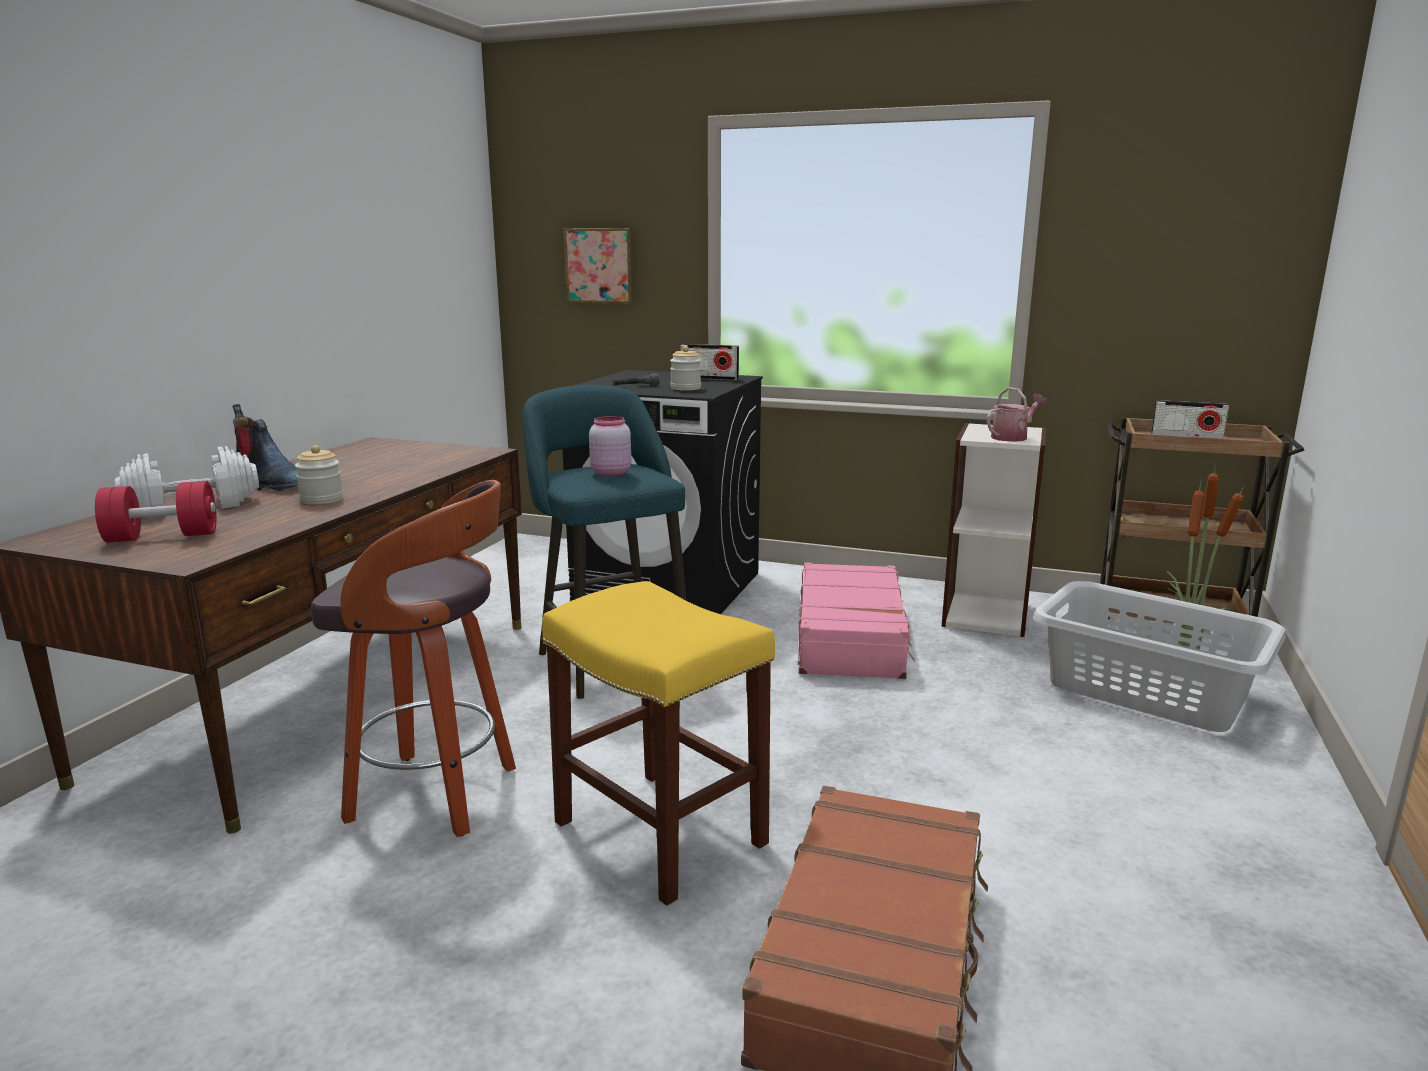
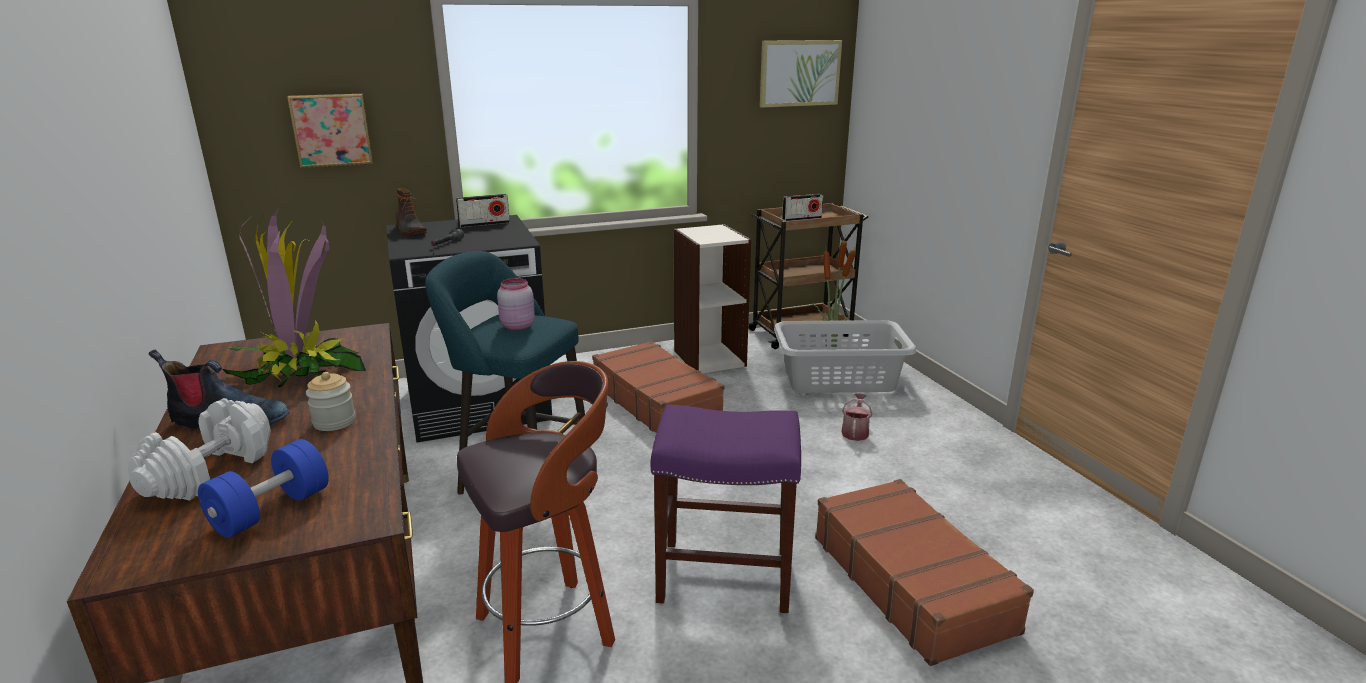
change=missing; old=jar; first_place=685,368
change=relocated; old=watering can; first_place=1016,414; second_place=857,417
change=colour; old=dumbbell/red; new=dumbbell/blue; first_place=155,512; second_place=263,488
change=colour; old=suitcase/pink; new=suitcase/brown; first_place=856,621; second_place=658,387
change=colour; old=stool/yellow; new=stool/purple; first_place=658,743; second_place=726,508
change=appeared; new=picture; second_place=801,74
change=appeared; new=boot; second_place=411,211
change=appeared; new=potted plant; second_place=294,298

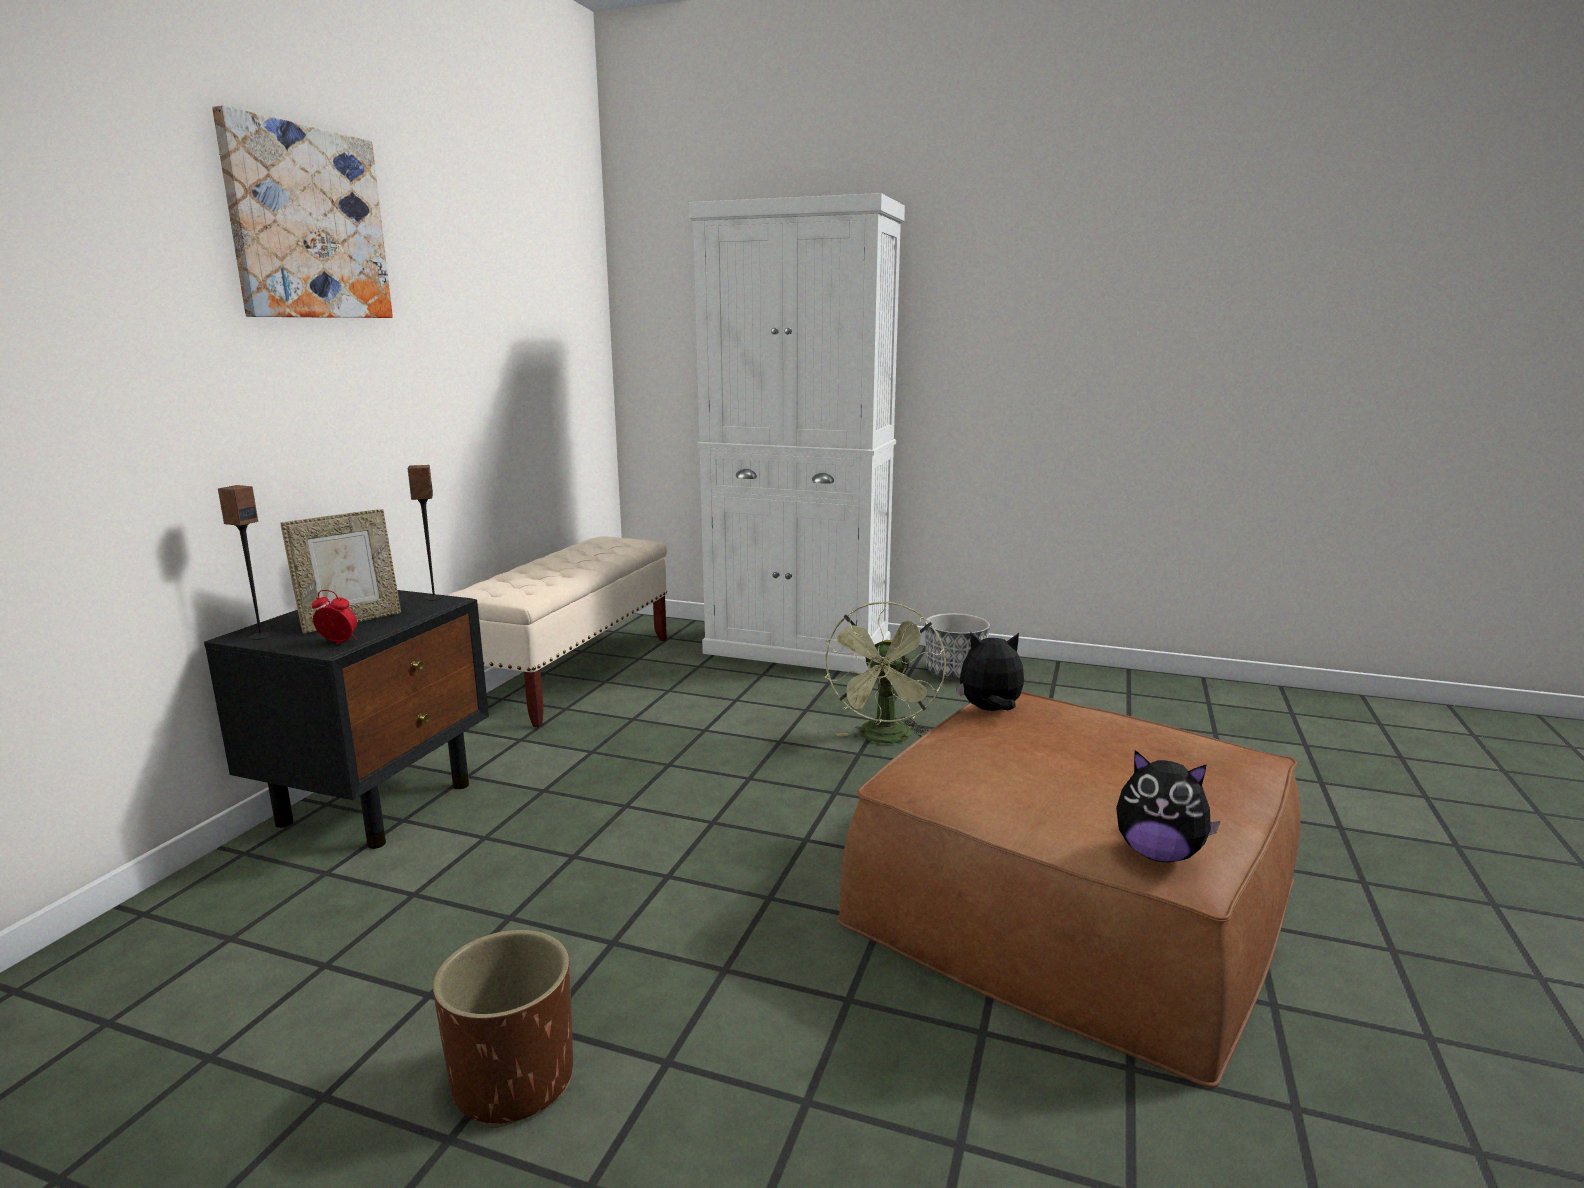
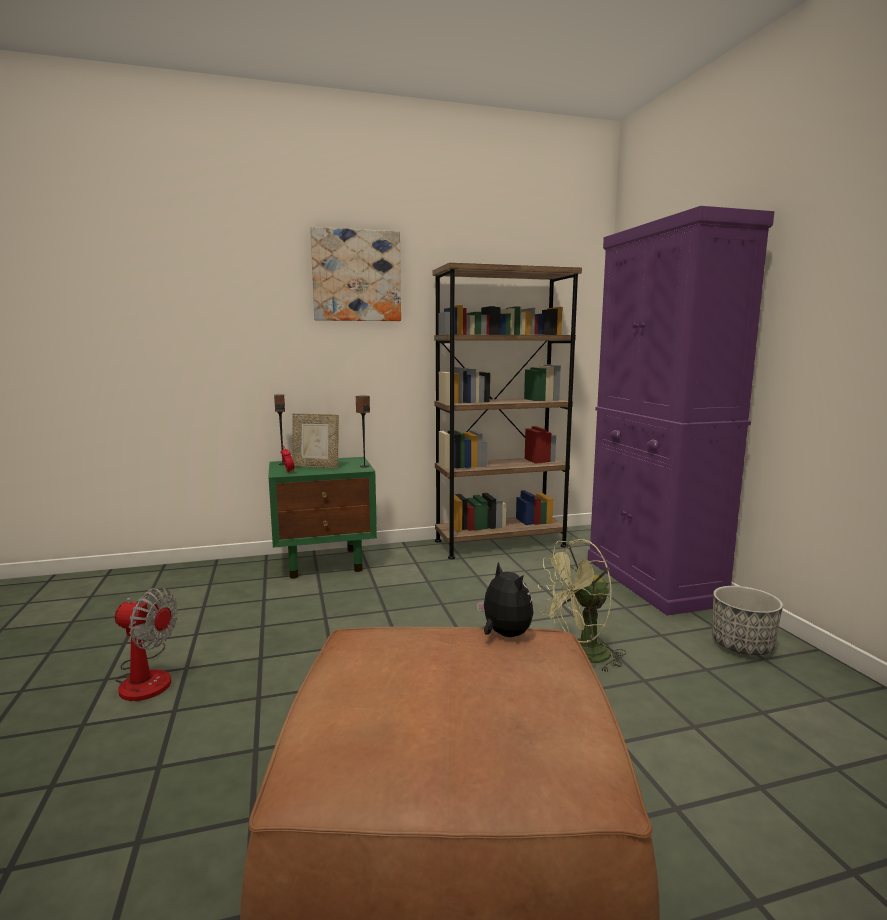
change=colour; old=cabinet/white; new=cabinet/purple; first_place=797,433; second_place=680,410
change=exchanged; old=bench/beige; new=bookcase/brown; first_place=557,632; second_place=507,411
change=colour; old=nightstand/black; new=nightstand/green; first_place=346,719; second_place=322,518
change=missing; old=plush toy; first_place=1168,806
change=exchanged; old=planter/brown; new=fan; first_place=503,1029; second_place=146,644

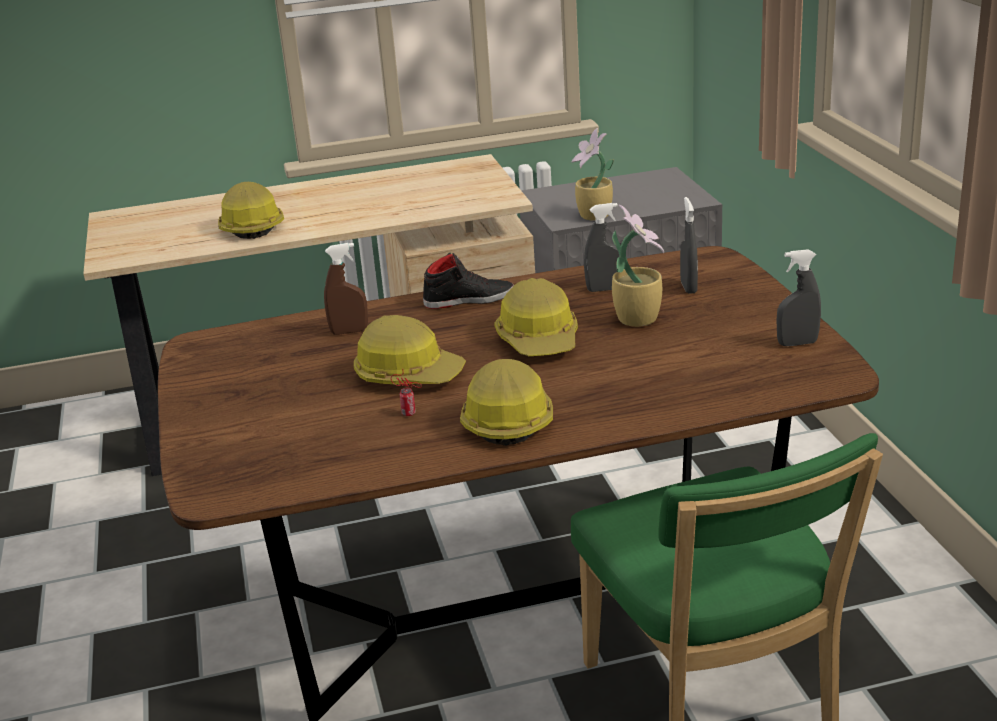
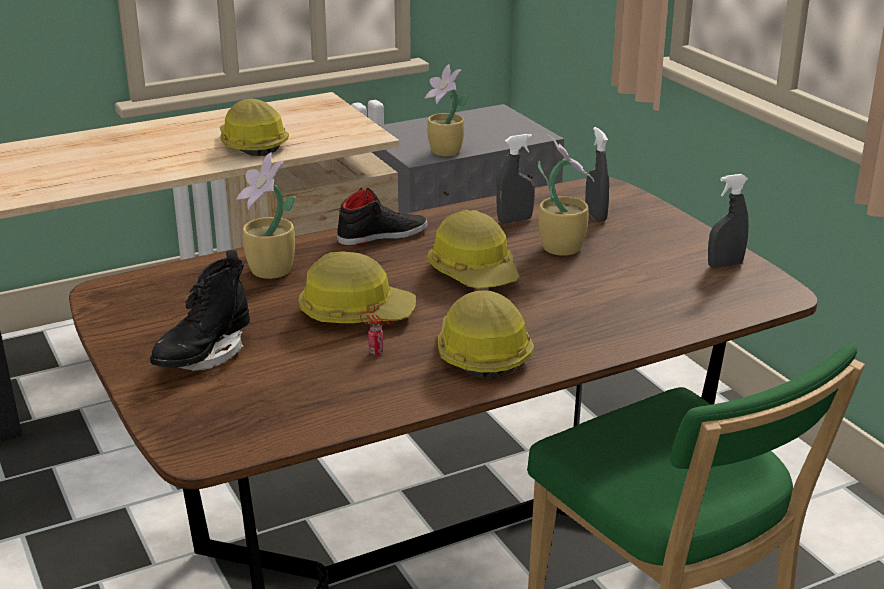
change=relocated; old=hard hat; first_place=251,210; second_place=254,127
change=exchanged; old=spray bottle/brown; new=potted plant; first_place=346,289; second_place=266,215
change=appeared; new=boot/black; second_place=200,310

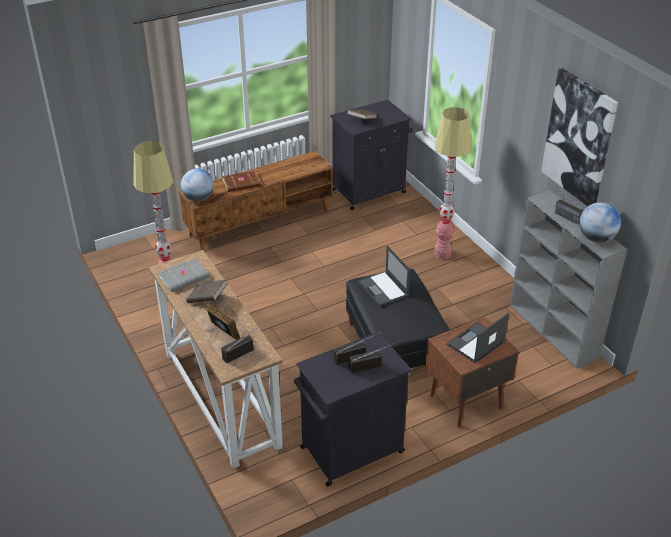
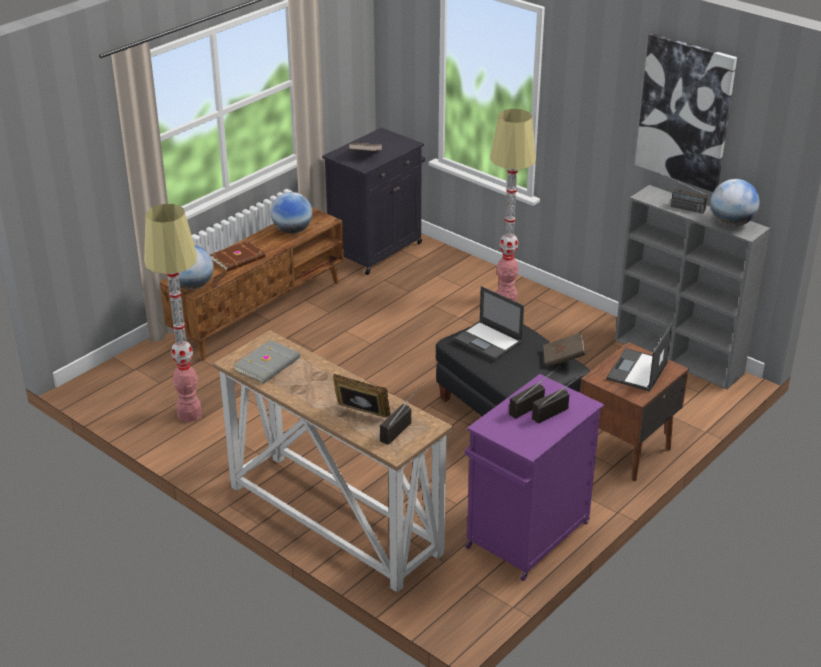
change=relocated; old=book/brown; first_place=206,291; second_place=564,350
change=colour; old=cabinet/black; new=cabinet/purple; first_place=353,409; second_place=534,477
change=appeared; new=globe; second_place=291,213

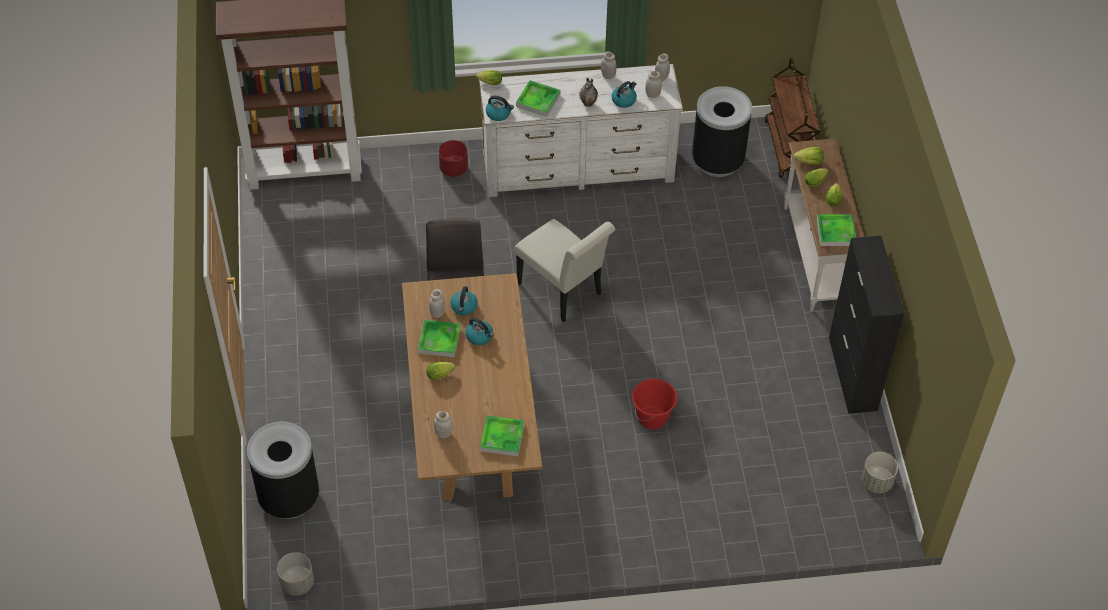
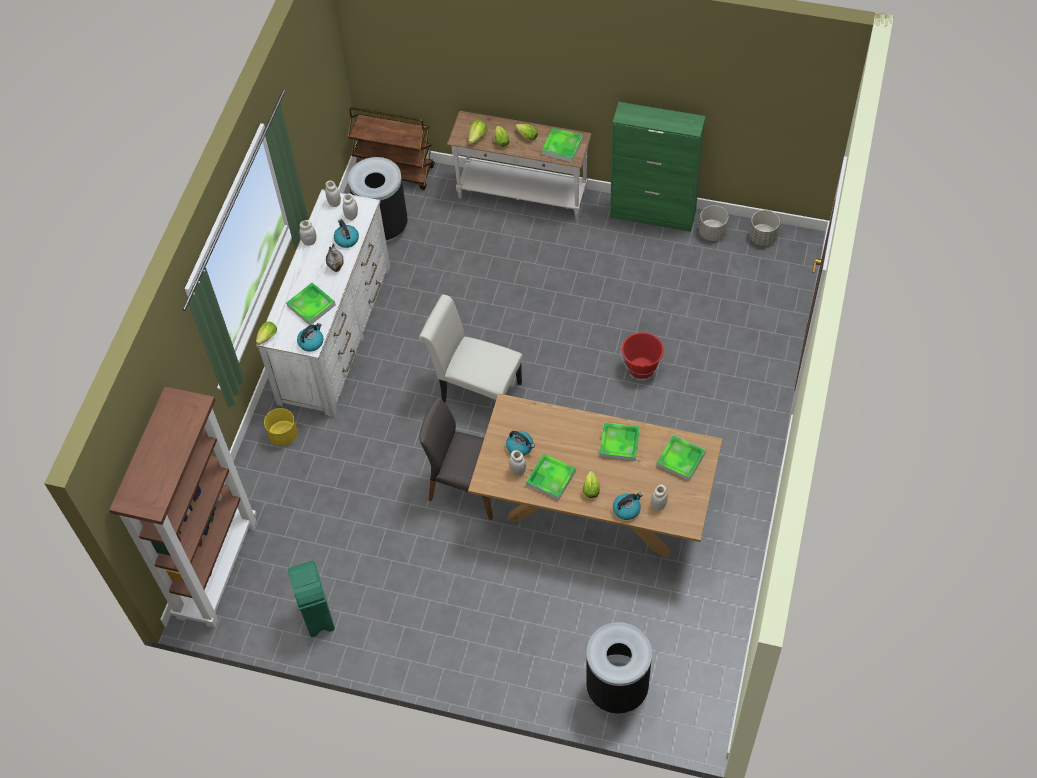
change=colour; old=planter/red; new=planter/yellow; first_place=453,158; second_place=281,427
change=spun; old=chair/white; first_place=565,270; second_place=471,348; degrees=-135
change=colour; old=cabinet/black; new=cabinet/green; first_place=866,325; second_place=657,167
change=relocated; old=kettle; first_place=480,331; second_place=627,506
change=relocated; old=planter/grey; first_place=295,574; second_place=713,223
change=appeared; new=tray; second_place=620,442
change=appeared; new=trash can/green; second_place=311,599

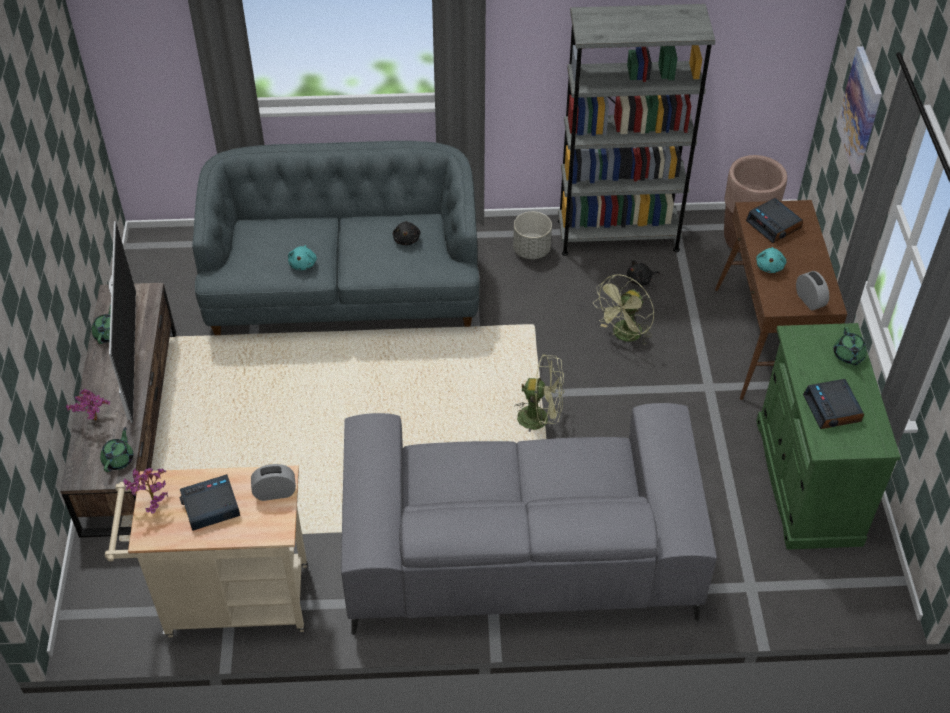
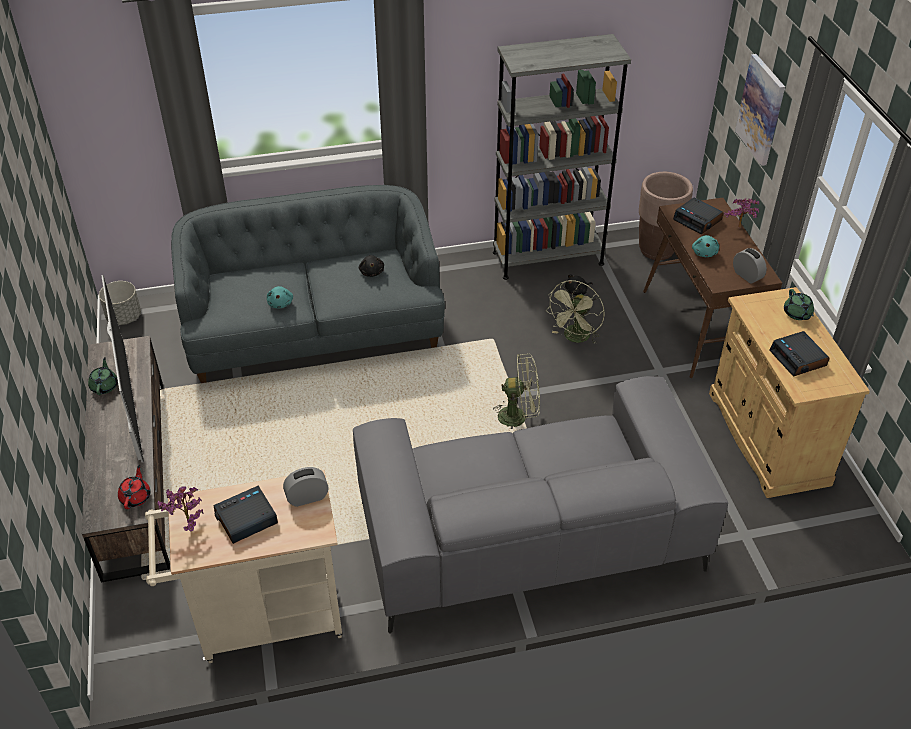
change=relocated; old=planter/grey; first_place=532,235; second_place=120,303
change=colour; old=cabinet/green; new=cabinet/beige; first_place=828,436; second_place=789,392
change=relocated; old=potted plant; first_place=88,405; second_place=741,213
change=colour; old=teapot/green; new=teapot/red; first_place=116,449; second_place=134,487

